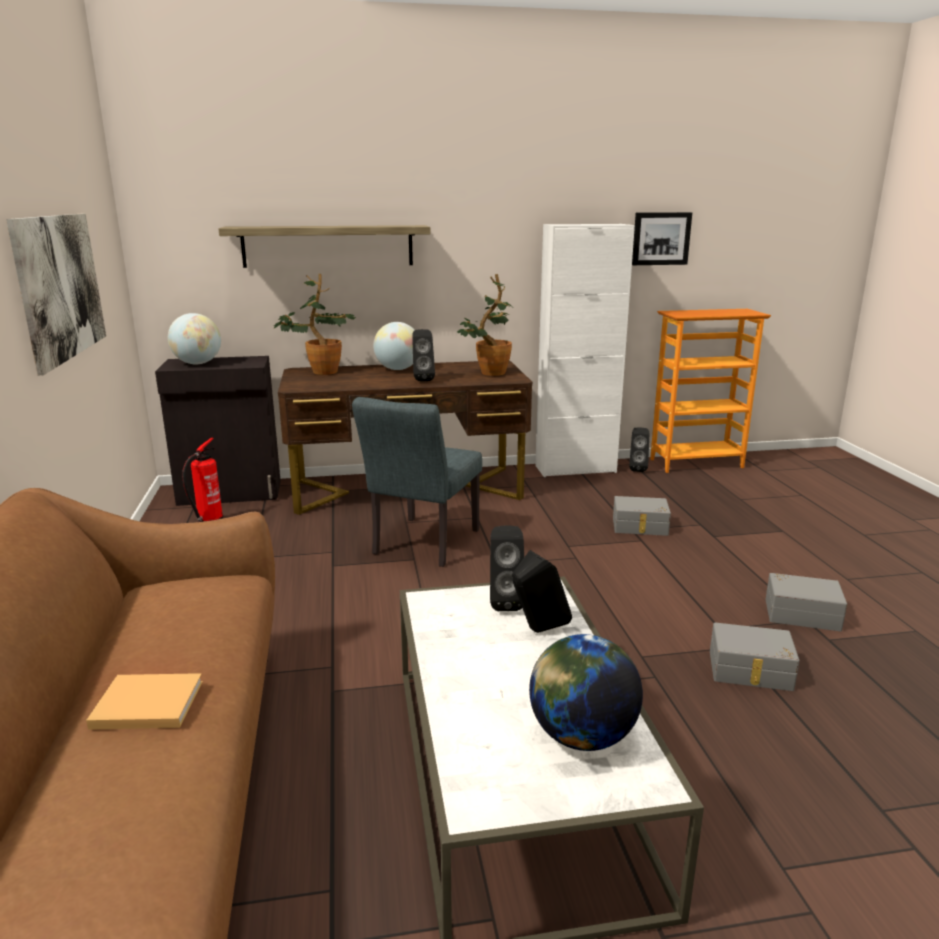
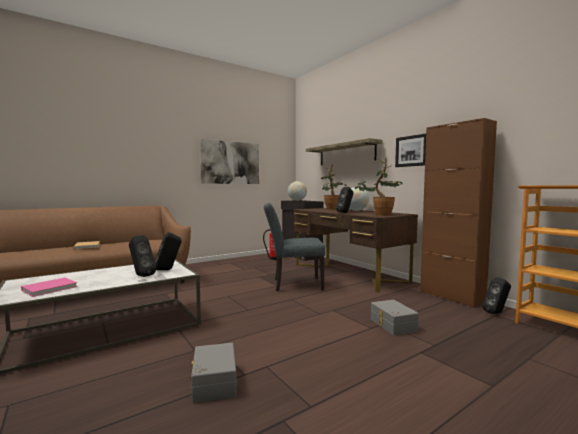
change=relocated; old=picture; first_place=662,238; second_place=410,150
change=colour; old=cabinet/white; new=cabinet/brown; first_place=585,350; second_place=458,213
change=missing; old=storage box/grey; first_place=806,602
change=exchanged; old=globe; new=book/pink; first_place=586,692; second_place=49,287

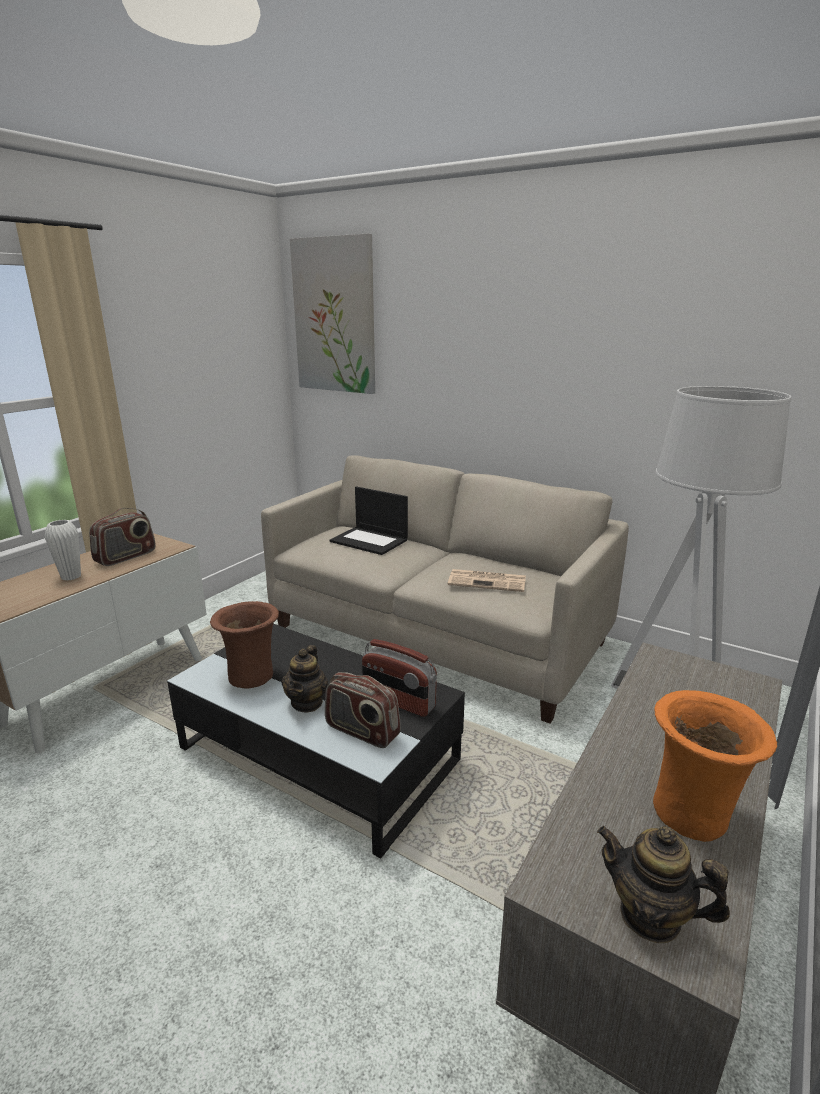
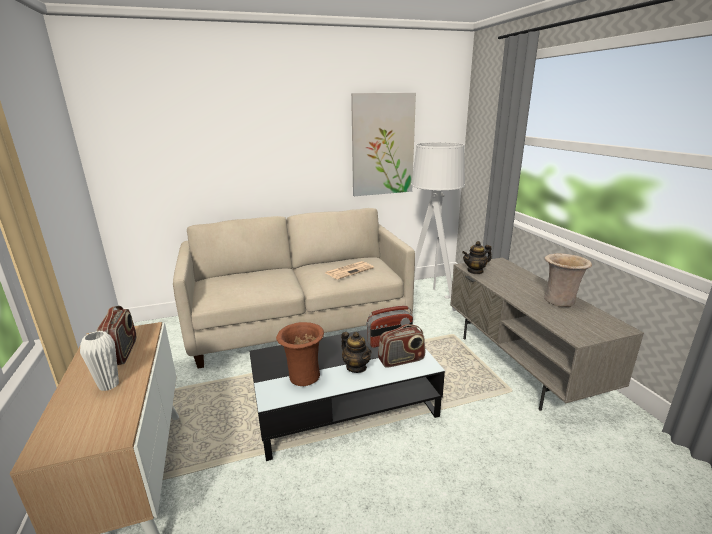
change=relocated; old=picture; first_place=332,314; second_place=383,144
change=missing; old=laptop; first_place=368,520
change=colour; old=vase/orange; new=vase/beige; first_place=715,766; second_place=568,280
change=relocated; old=teapot; first_place=663,884; second_place=477,257

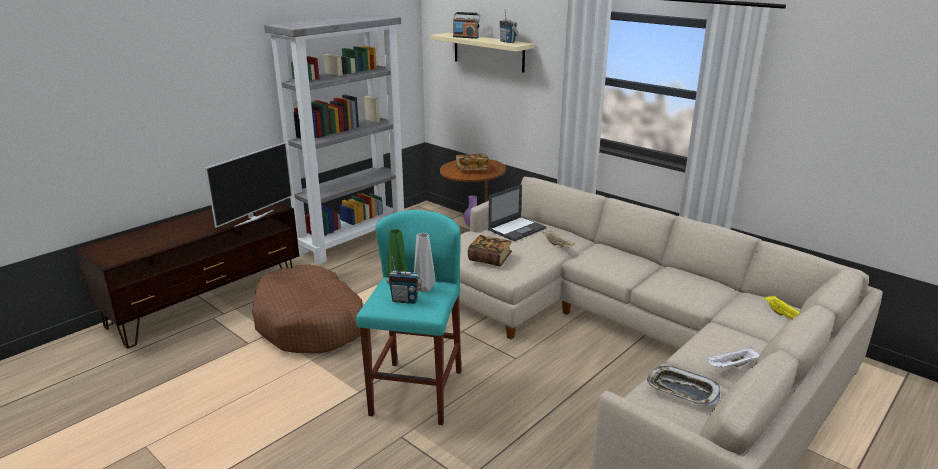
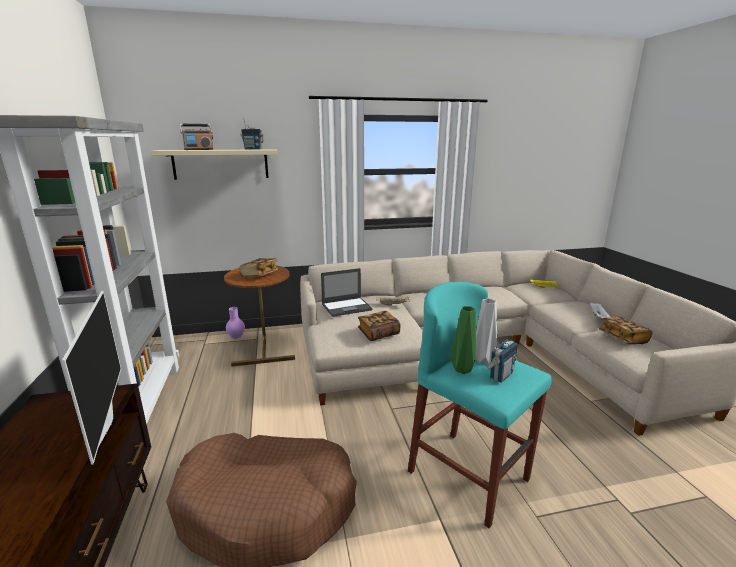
change=spun; old=laptop; first_place=517,213; second_place=347,292; degrees=75
change=exchanged; old=tray; new=book; first_place=683,386; second_place=625,330

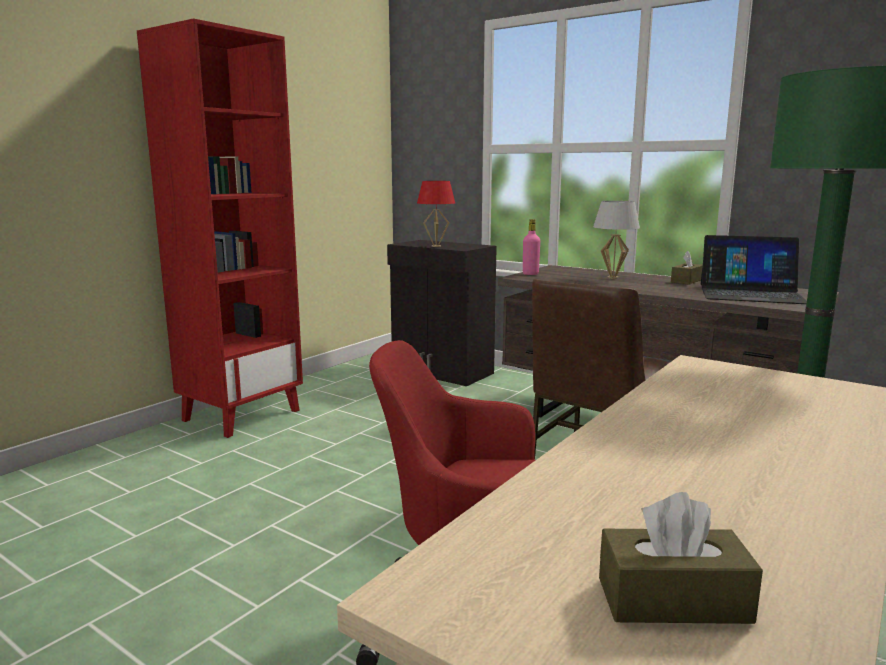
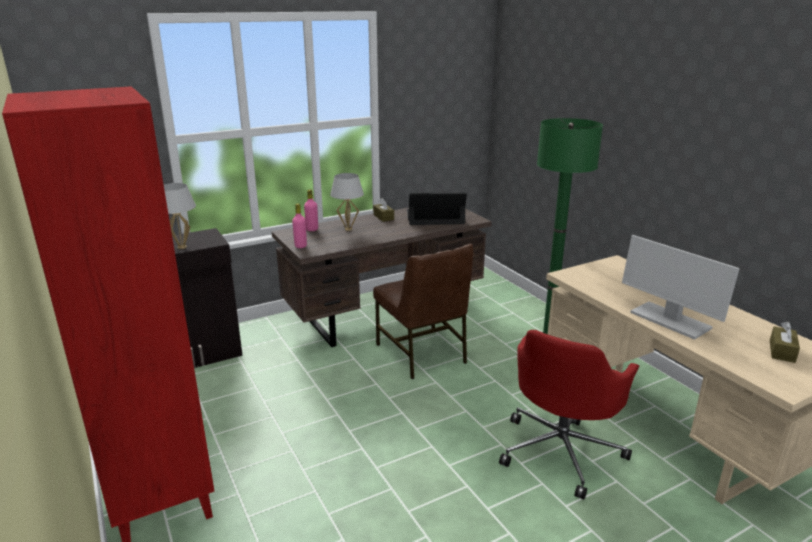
change=colour; old=table lamp/red; new=table lamp/white; first_place=436,214; second_place=180,216
change=spun; old=laptop; first_place=754,269; second_place=437,208; degrees=-135
change=appeared; new=bottle/pink; second_place=311,210
change=appeared; new=monitor; second_place=681,287

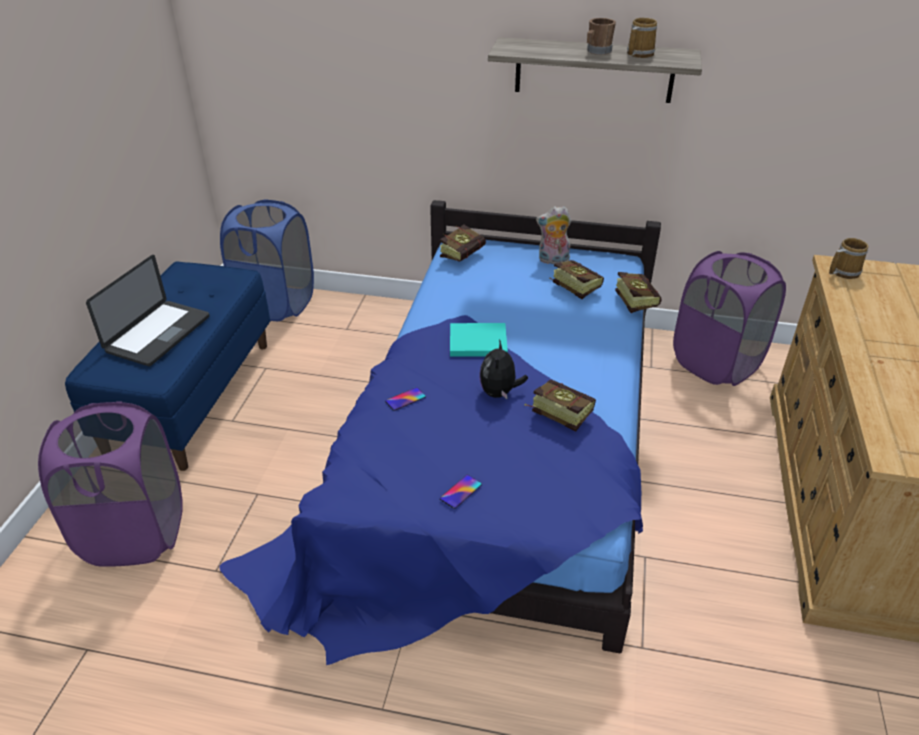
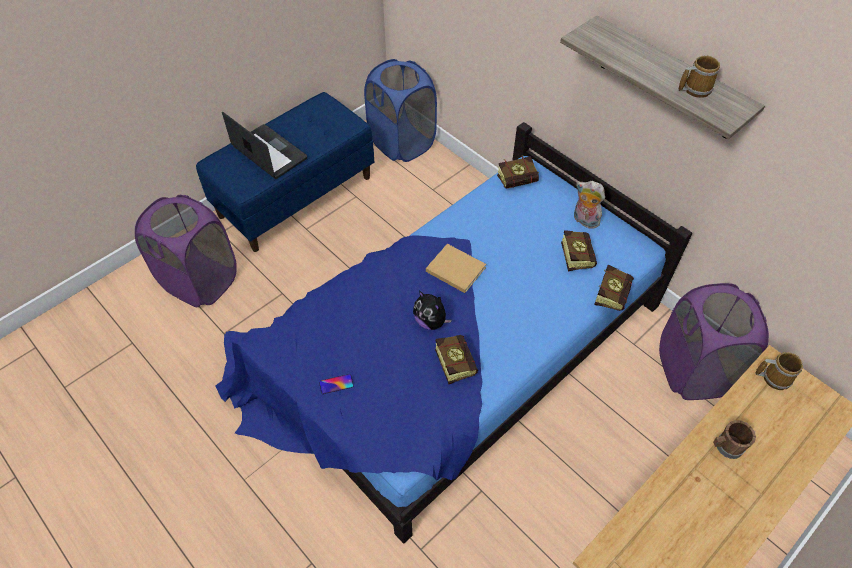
change=relocated; old=mug/brown; first_place=601,36; second_place=734,439
change=spun; old=laptop; first_place=148,310; second_place=264,145; degrees=-105
change=colour; old=book/turquoise; new=book/beige; first_place=479,340; second_place=456,268
change=spun; old=plush toy; first_place=503,369; second_place=432,310; degrees=-90
change=missing; old=phone; first_place=405,399

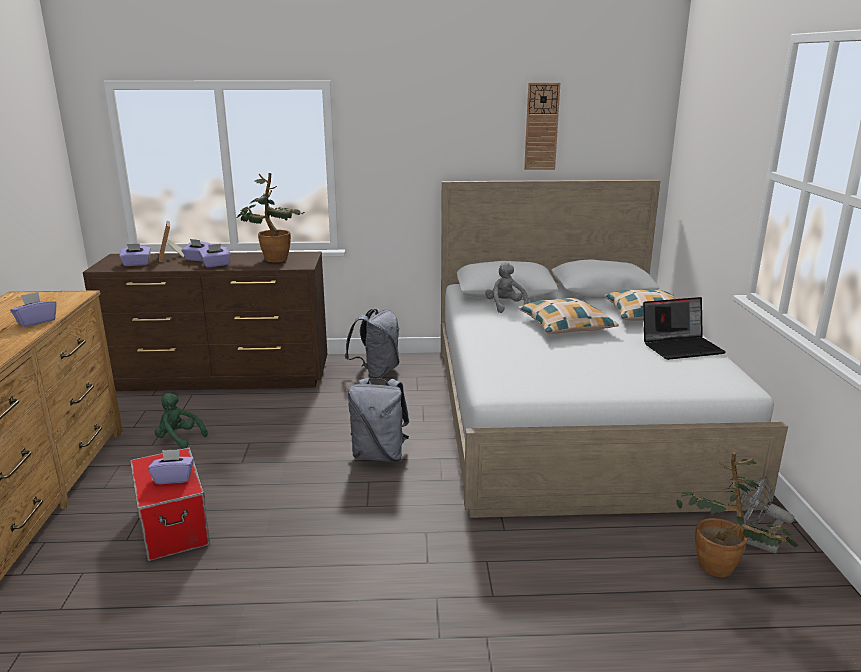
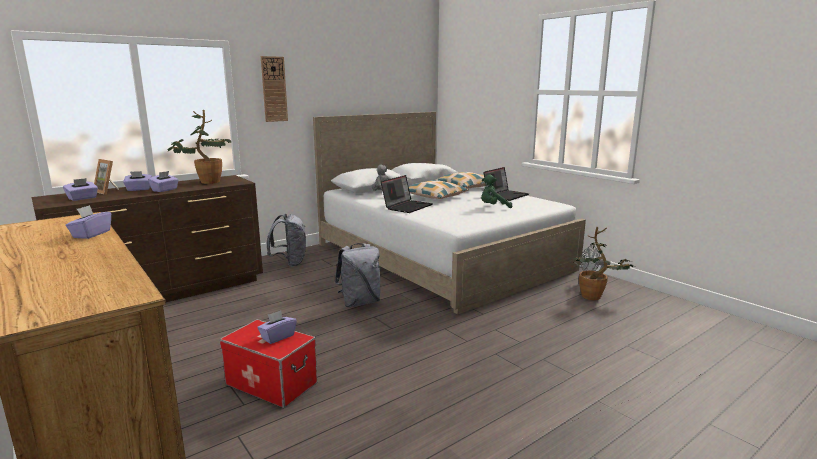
change=relocated; old=wall clock; first_place=542,126; second_place=274,89
change=relocated; old=plush toy/green; first_place=181,421; second_place=496,191
change=appeared; new=laptop; second_place=406,194

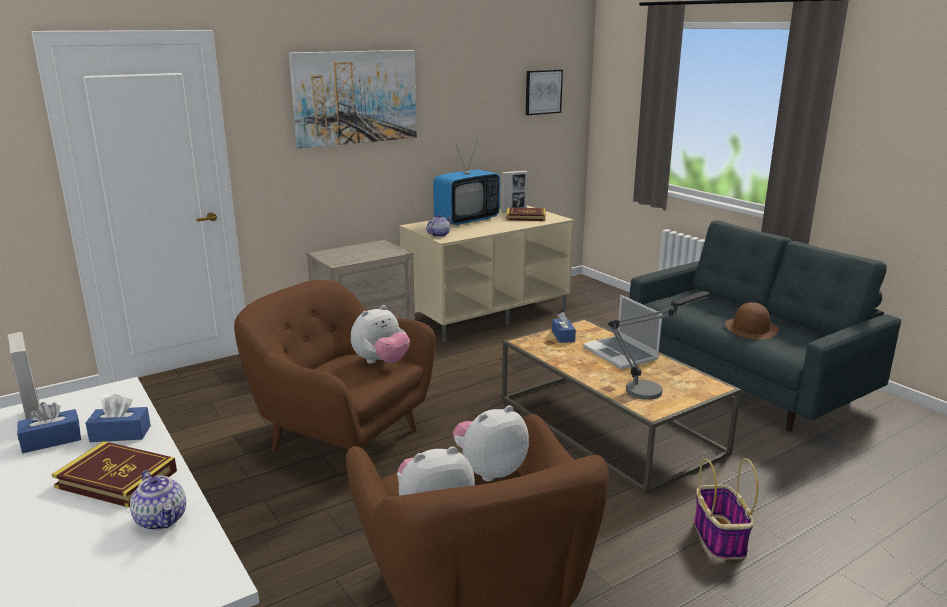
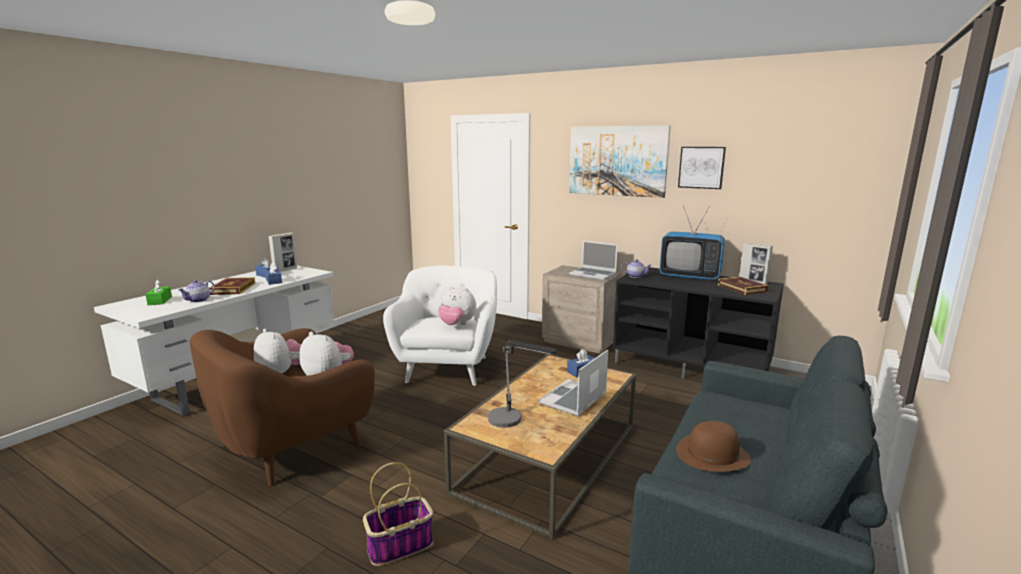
change=relocated; old=picture; first_place=544,92; second_place=702,168
change=colour; old=tv stand/beige; new=tv stand/black; first_place=486,273; second_place=698,323
change=colour; old=armchair/brown; new=armchair/white; first_place=334,366; second_place=440,326
change=appeared; new=laptop; second_place=593,260
change=appeared; new=tissue box/green; second_place=158,292

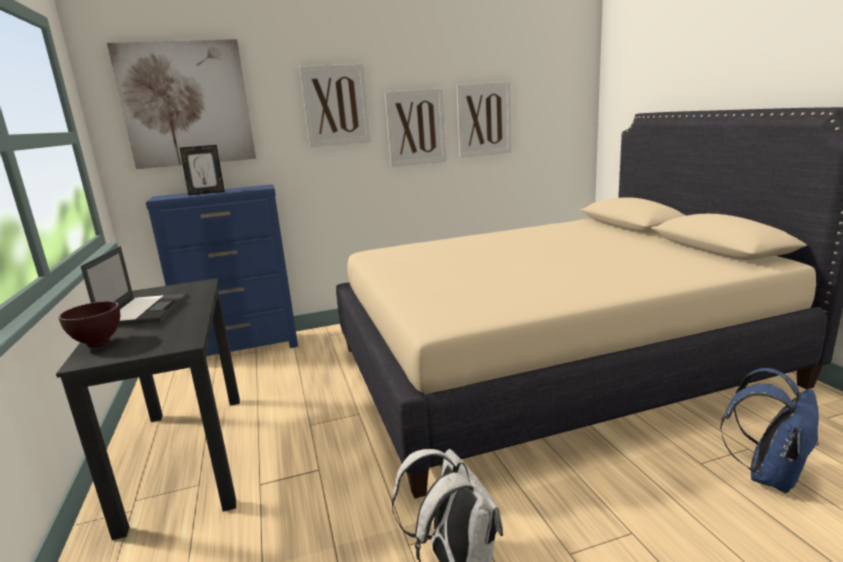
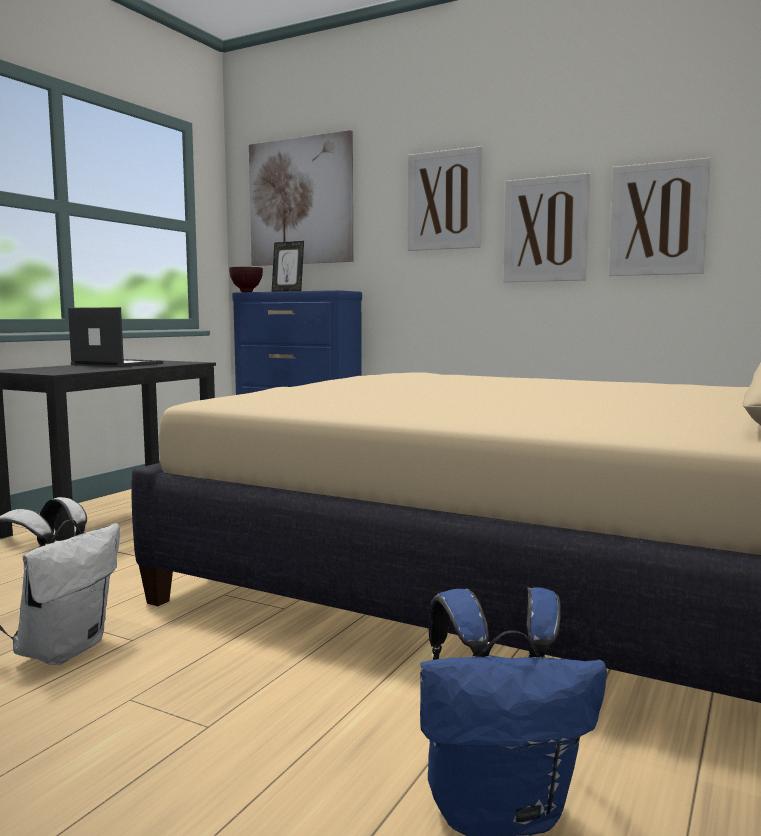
change=spun; old=laptop; first_place=134,285; second_place=115,337; degrees=-105
change=relocated; old=bowl/brown; first_place=89,324; second_place=246,279

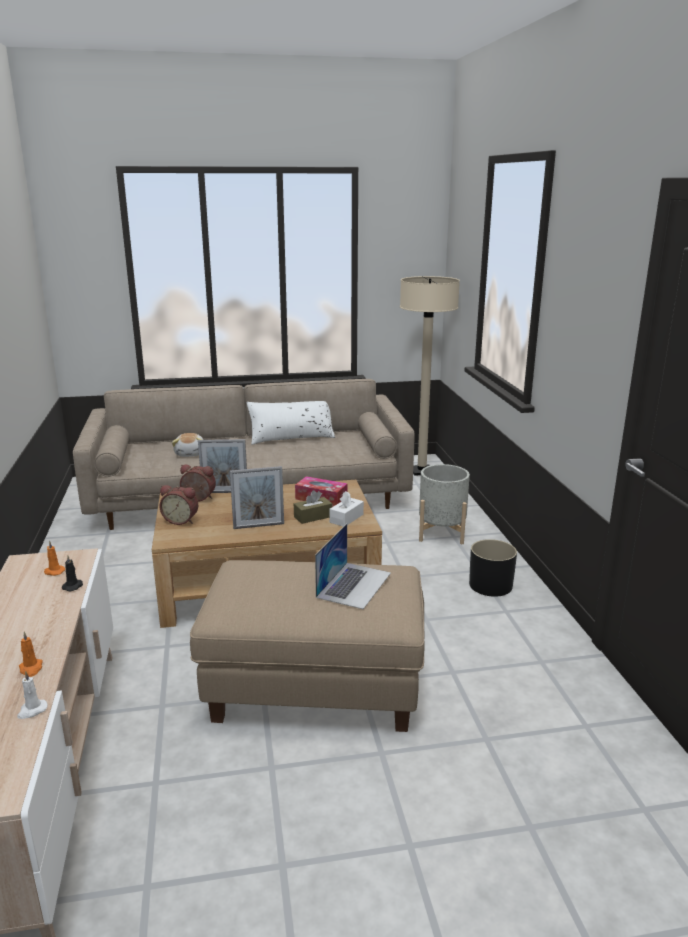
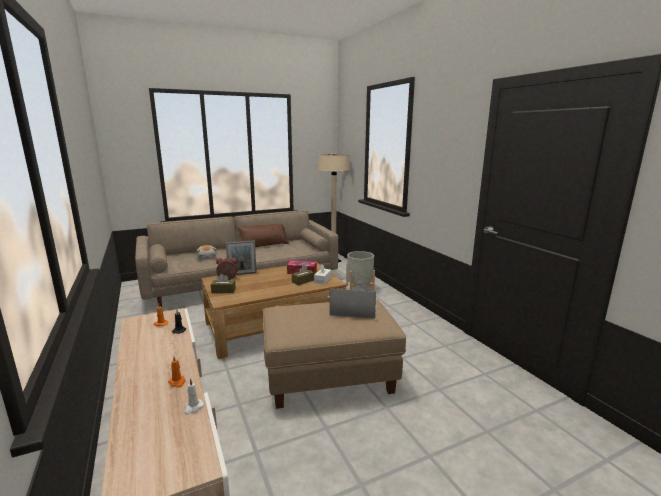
change=colour; old=pillow/white; new=pillow/brown; first_place=291,423; second_place=263,235
change=missing; old=picture frame; first_place=257,497
change=exchanged; old=alarm clock; new=tissue box/brown; first_place=178,505; second_place=223,283
change=spun; old=laptop; first_place=353,566; second_place=353,304; degrees=-90
change=missing; old=planter/black; first_place=493,568

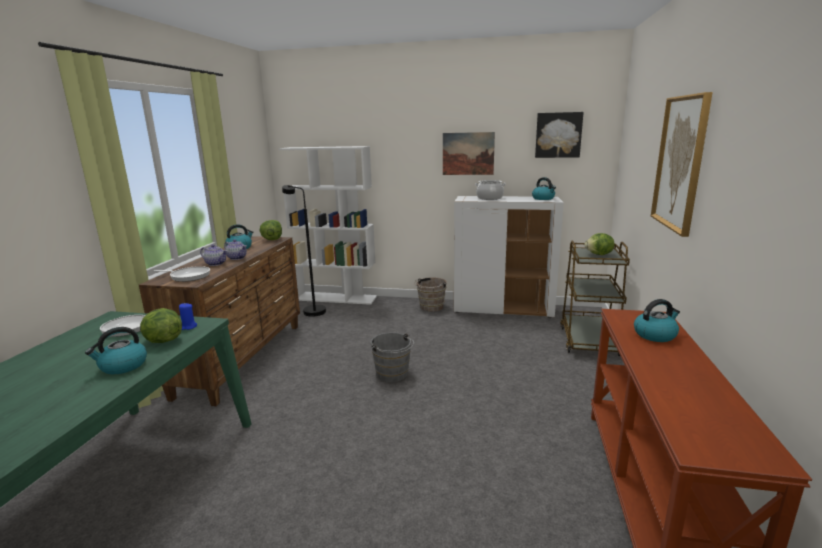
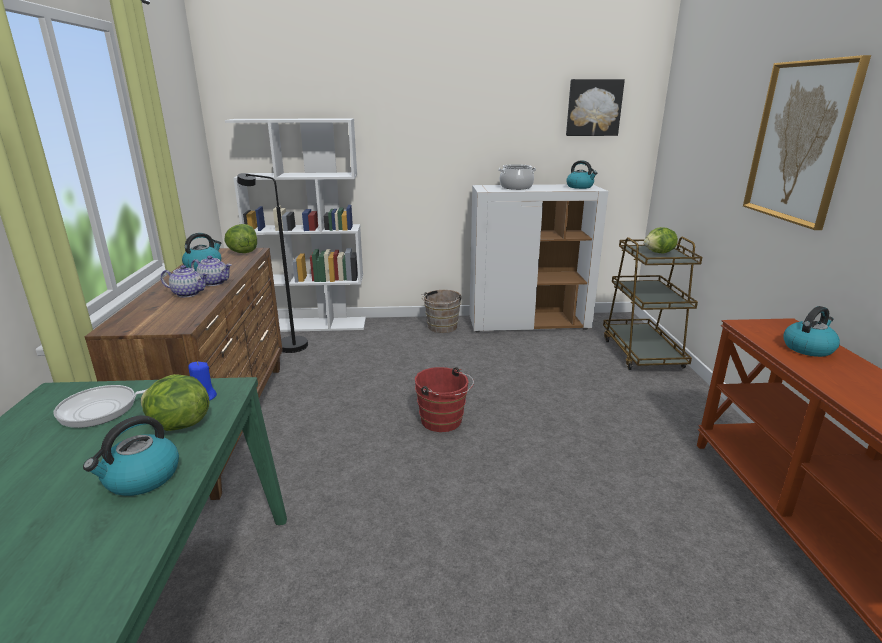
change=missing; old=picture; first_place=469,153
change=missing; old=frying pan; first_place=182,274
change=colour; old=bucket/grey; new=bucket/red; first_place=392,357; second_place=444,399

